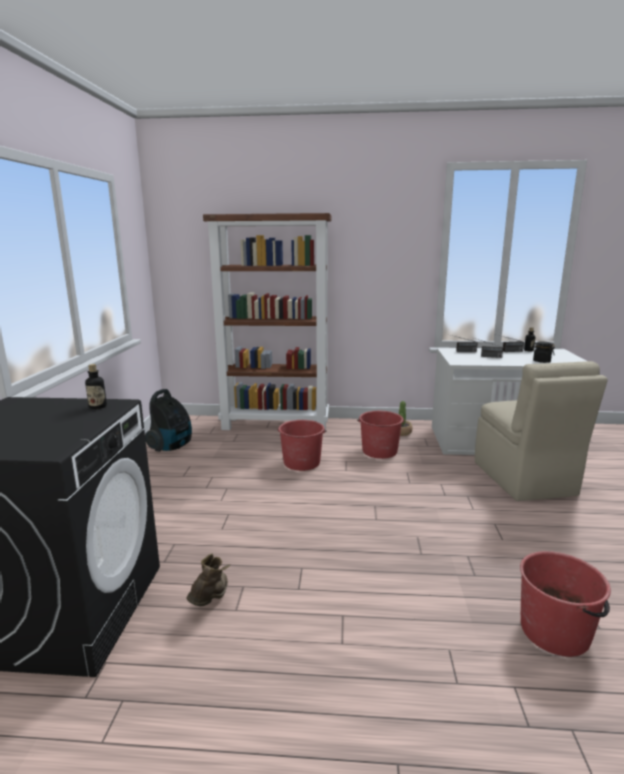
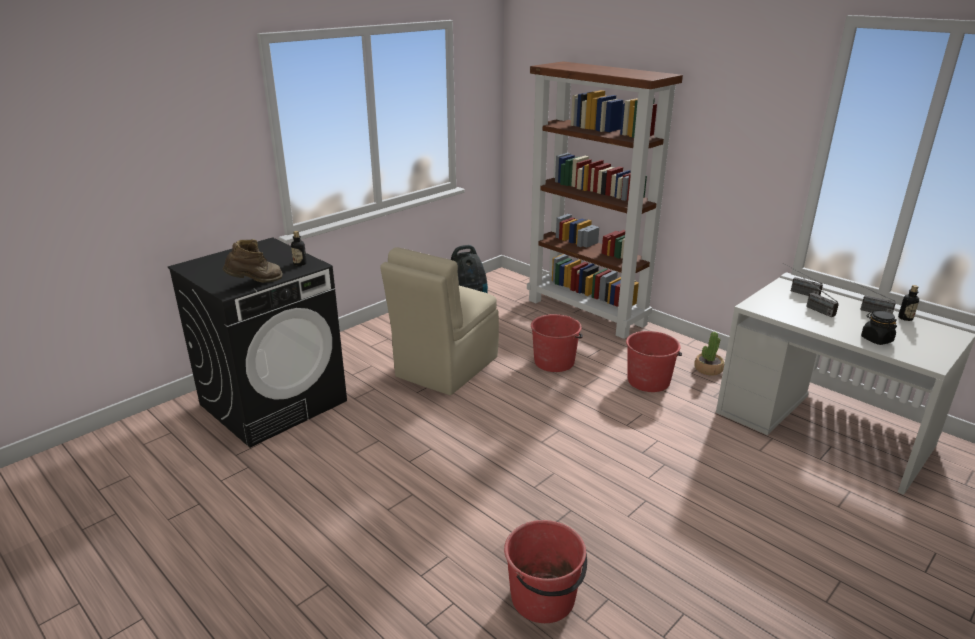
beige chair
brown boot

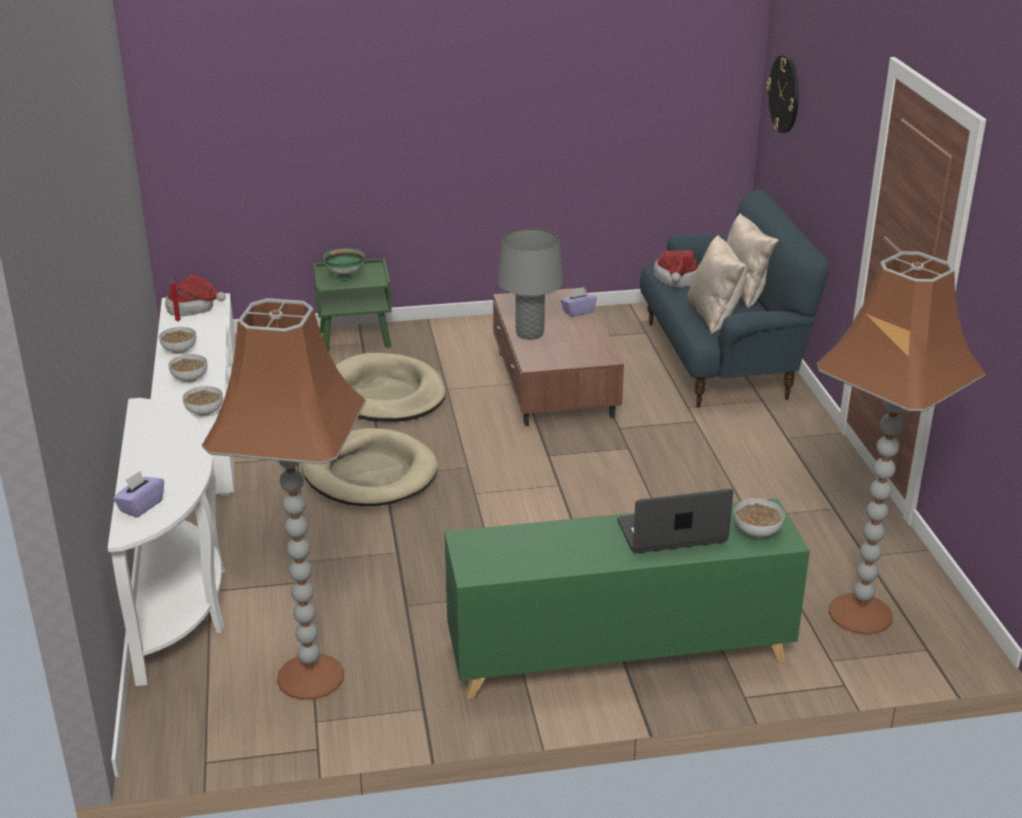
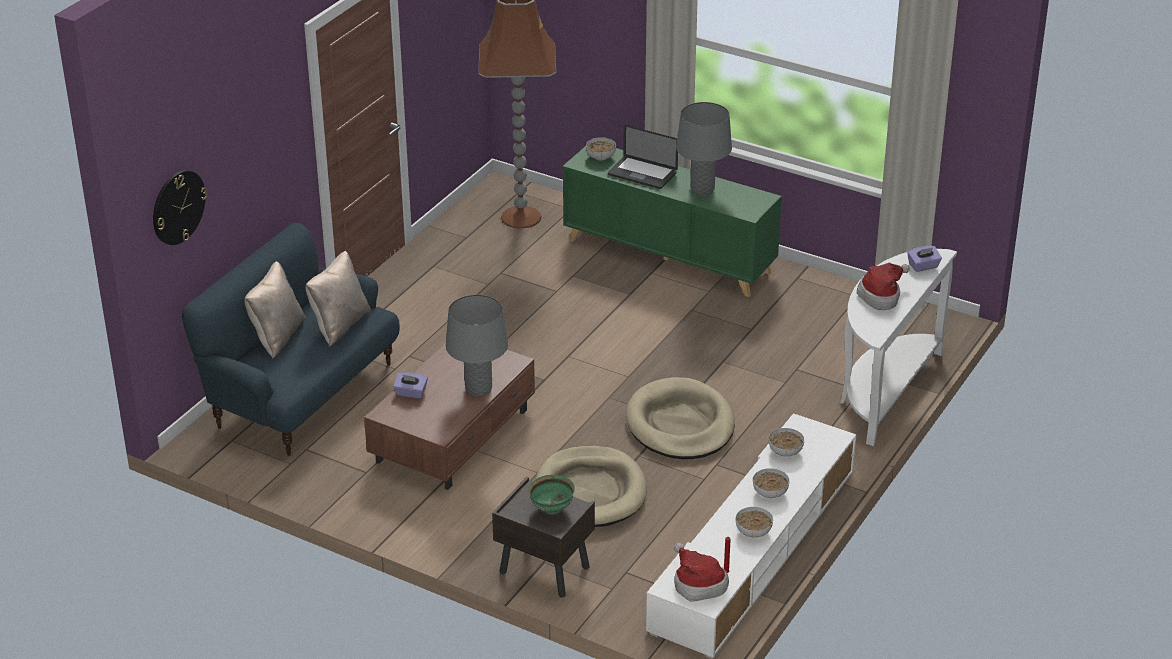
hat (2nd from left)
brown nightstand
brown floor lamp (1st from left in the first image)
grey table lamp (2nd from left)

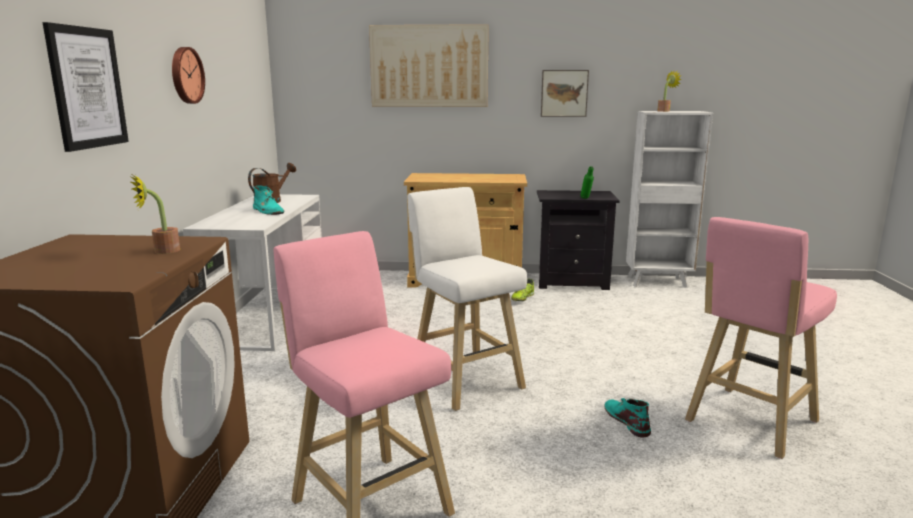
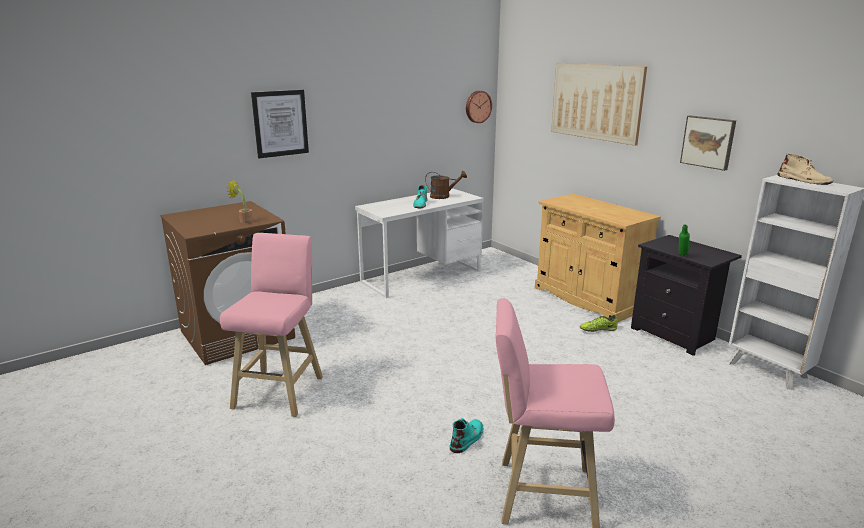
wall clock
beige boot
white stool

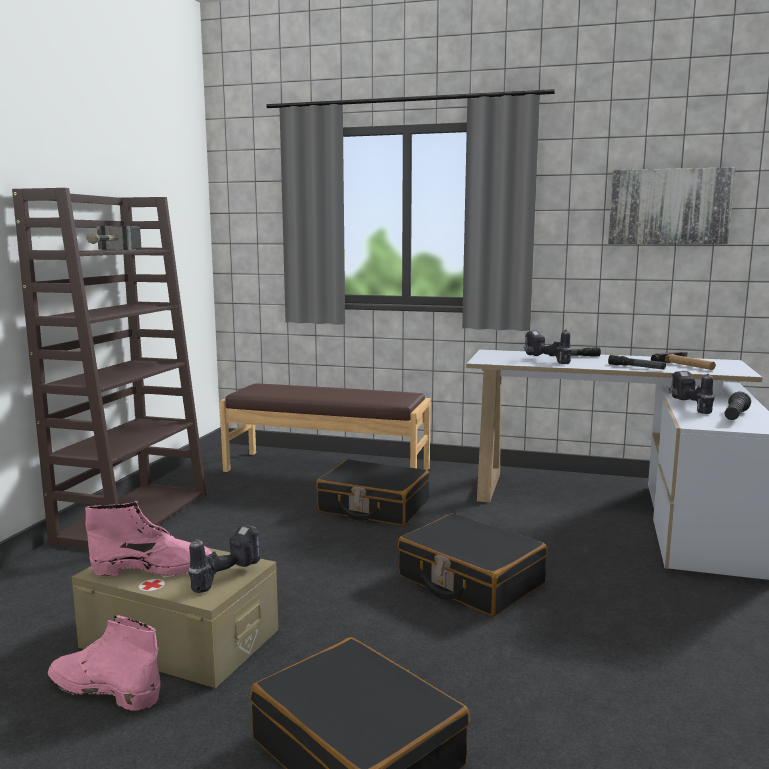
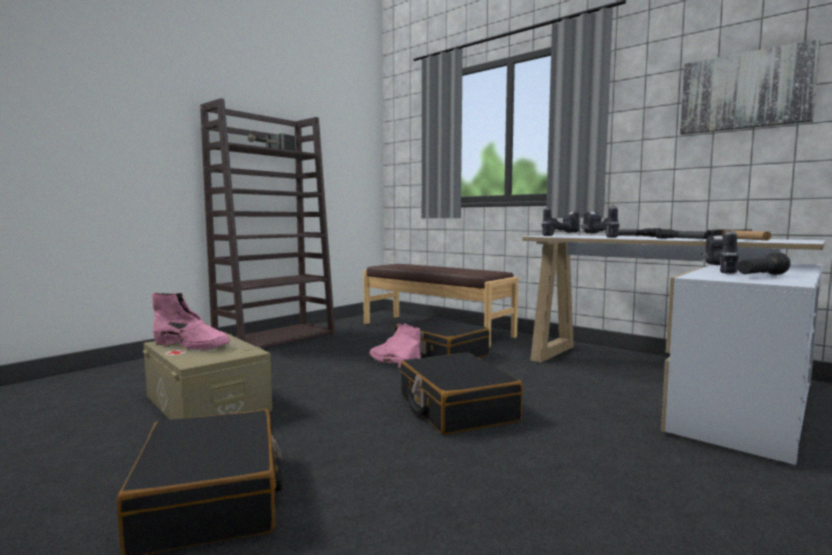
power drill (1st from left)
pink boot (2nd from left)

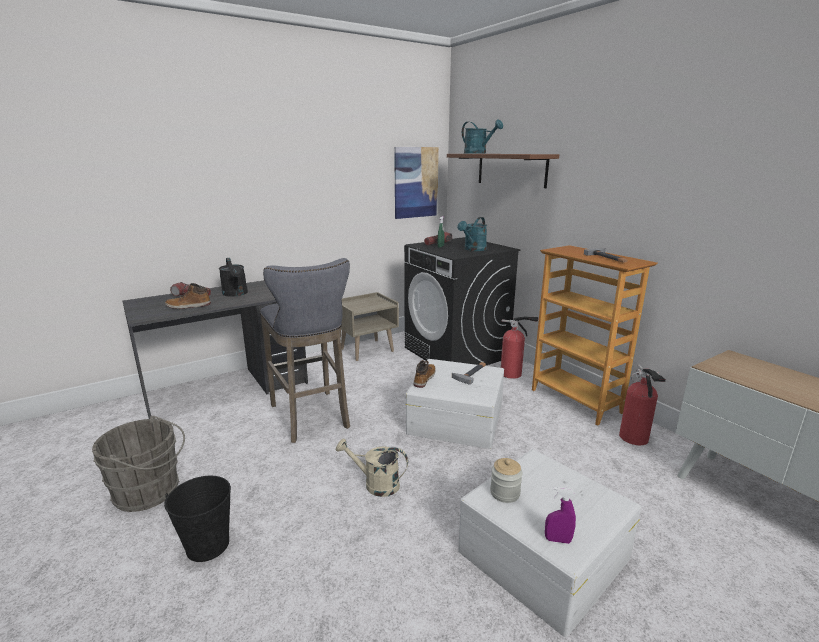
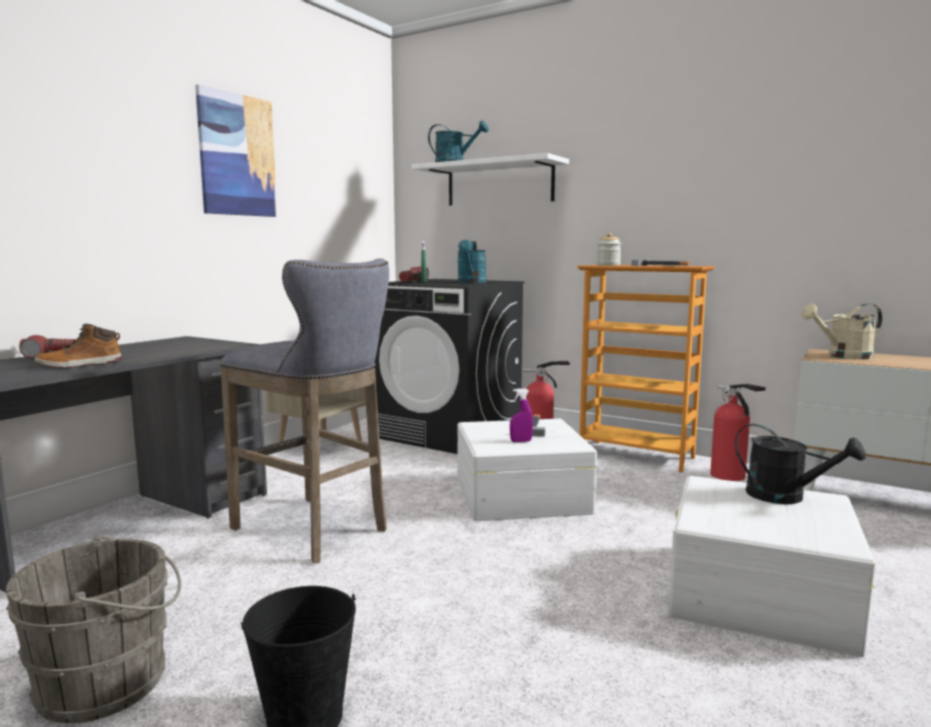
picture
white shelf
black watering can
boot (2nd from left in the first image)
beige watering can
jar
purple spray bottle

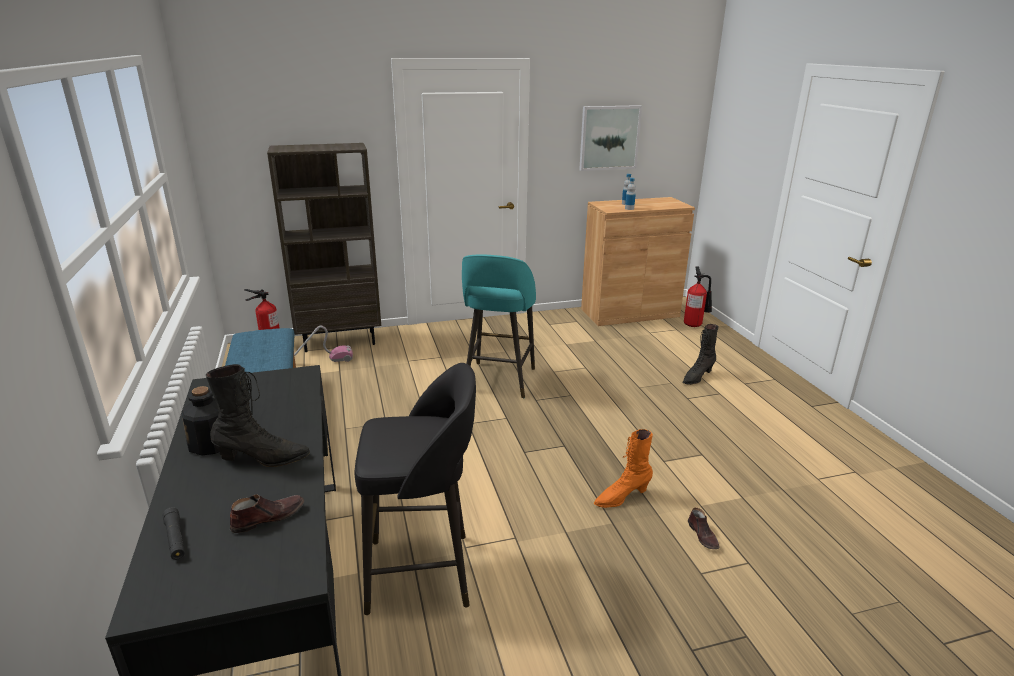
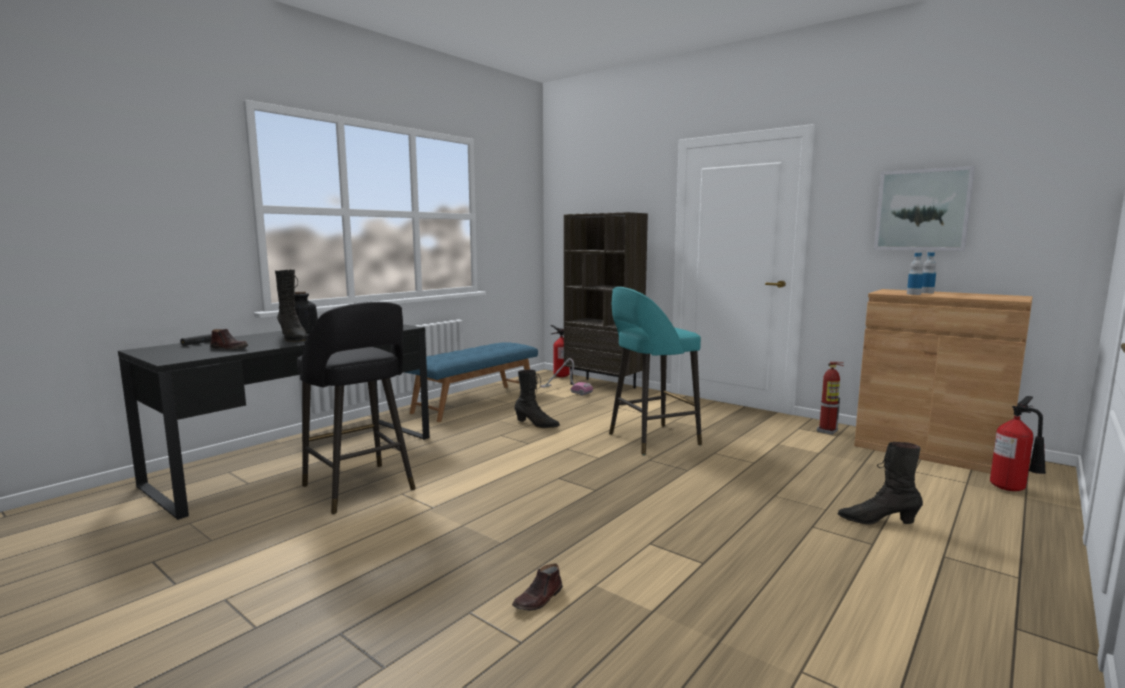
orange boot
fire extinguisher (2nd from left)
black boot (2nd from left)

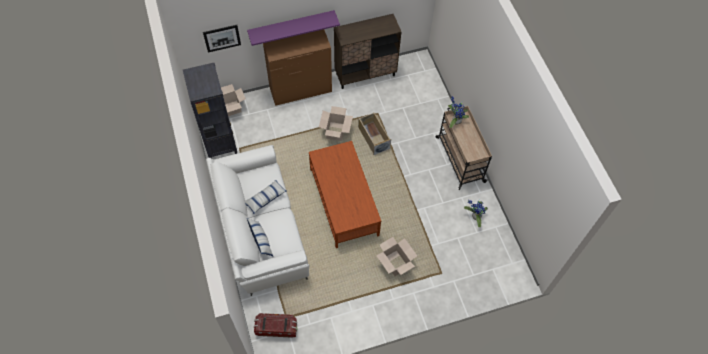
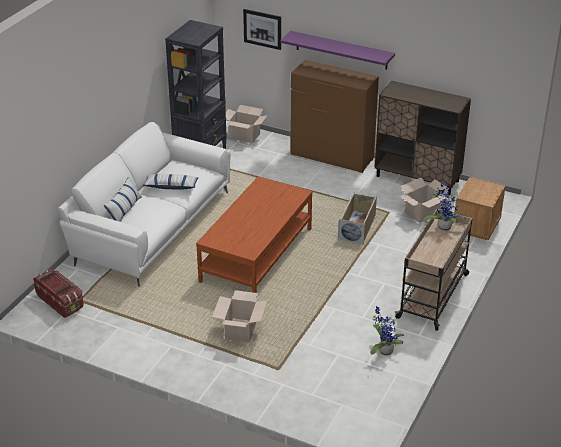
cardboard box (3rd from left)
brown nightstand

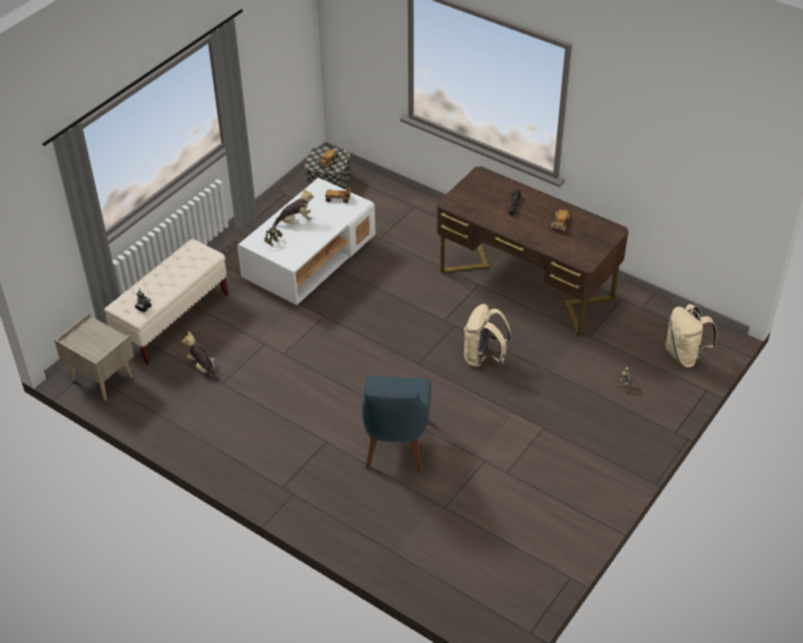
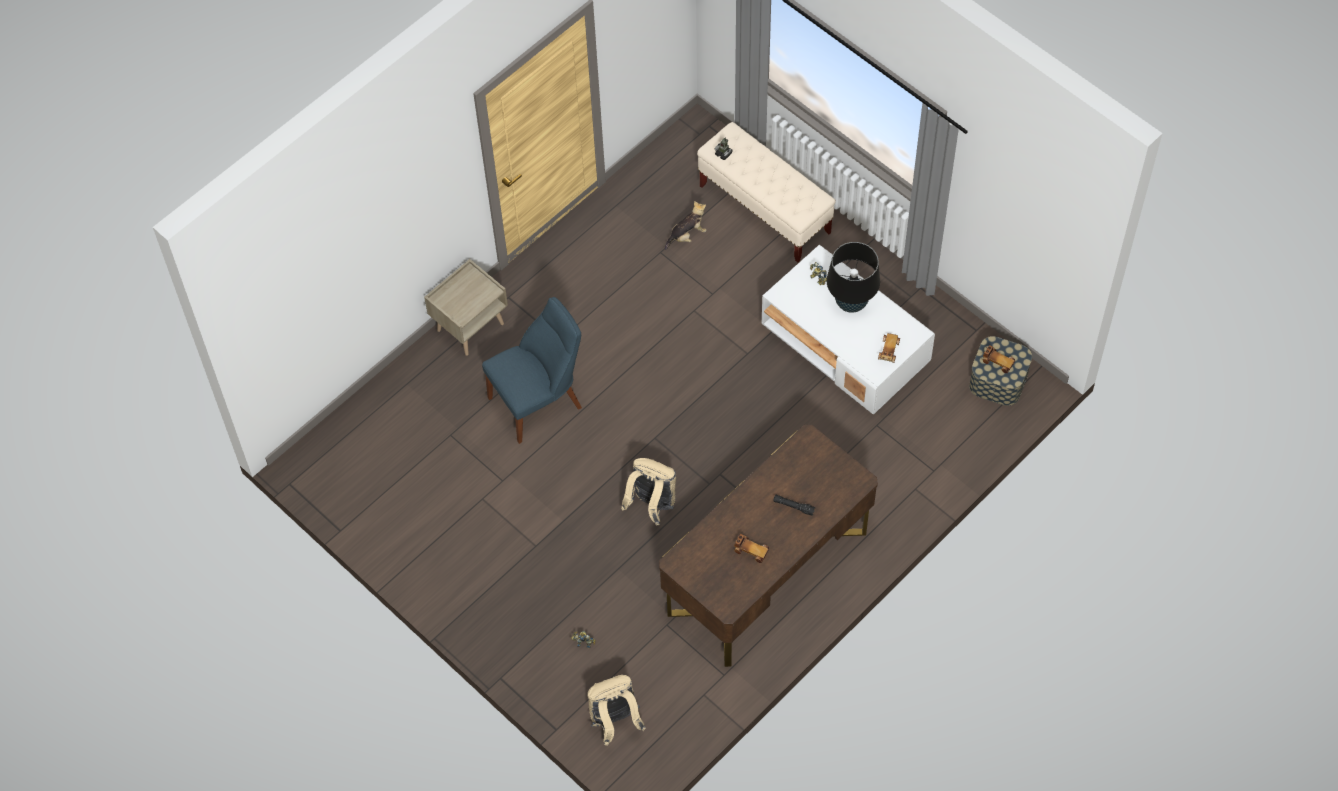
black table lamp
beige nightstand
blue chair

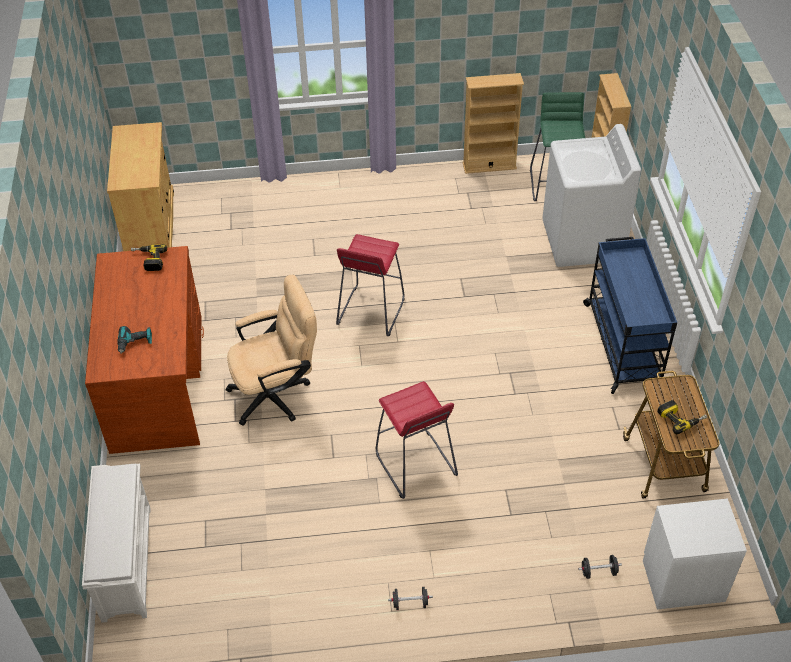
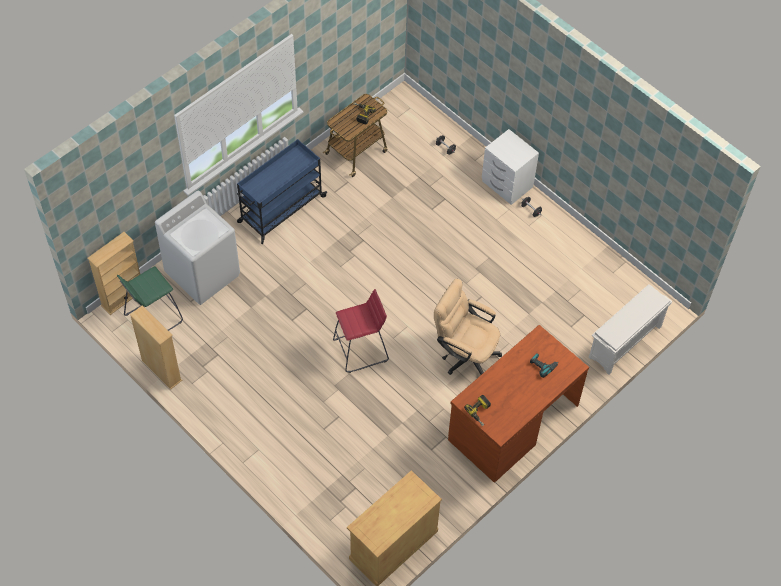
red stool (2nd from left in the first image)
white nightstand

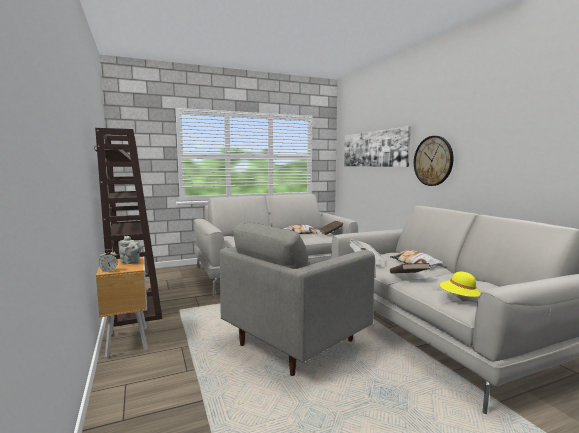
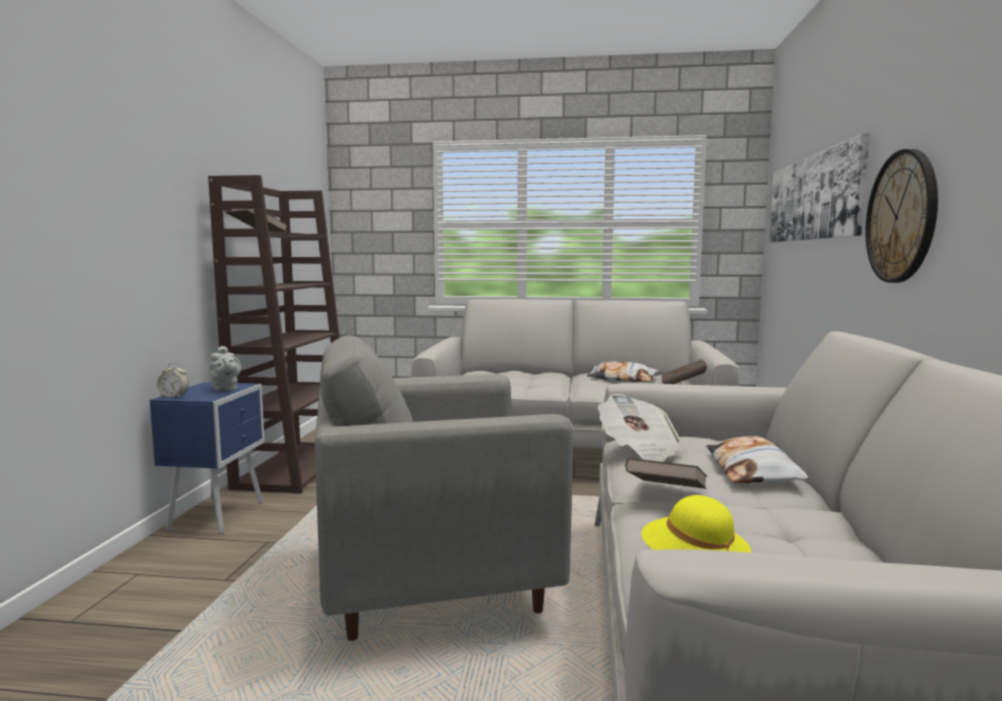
blue nightstand

